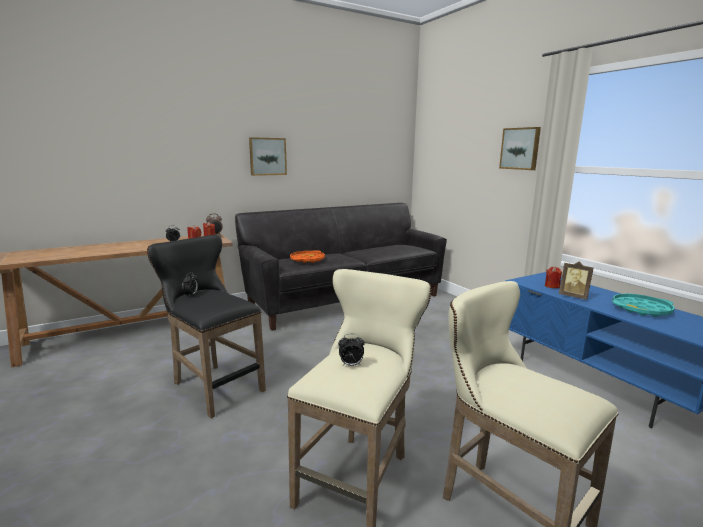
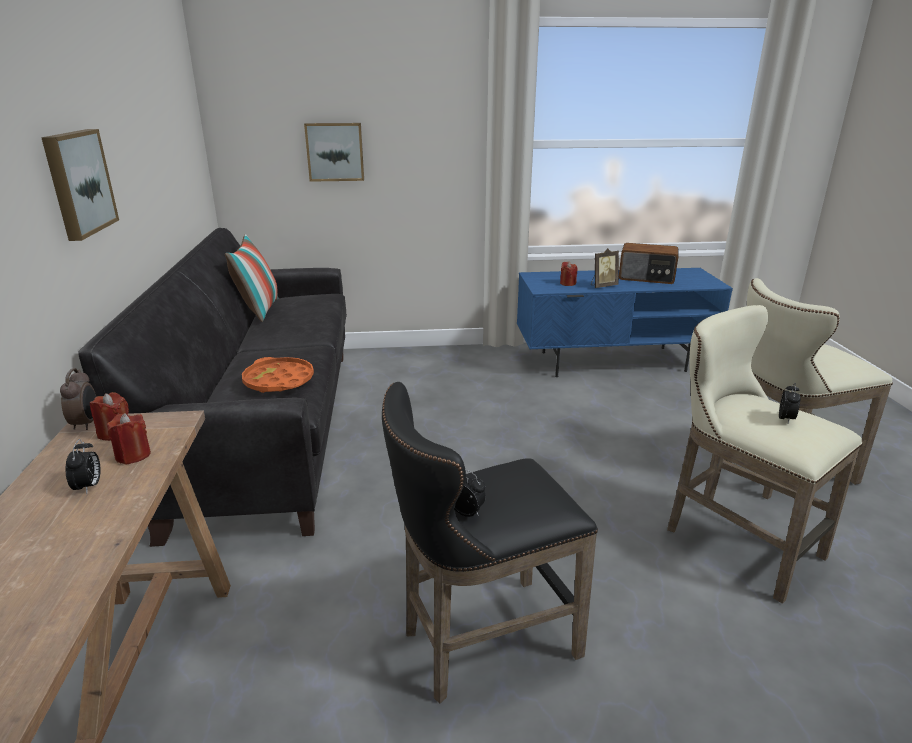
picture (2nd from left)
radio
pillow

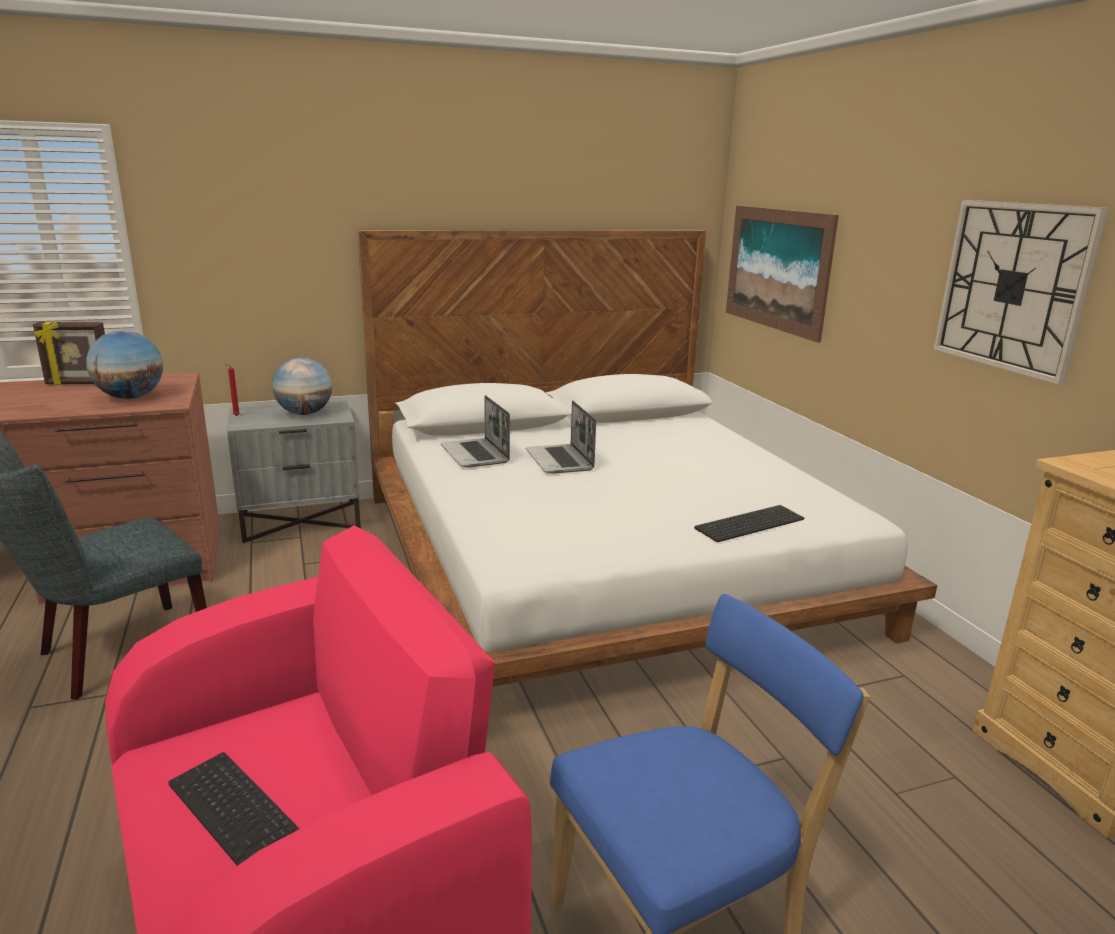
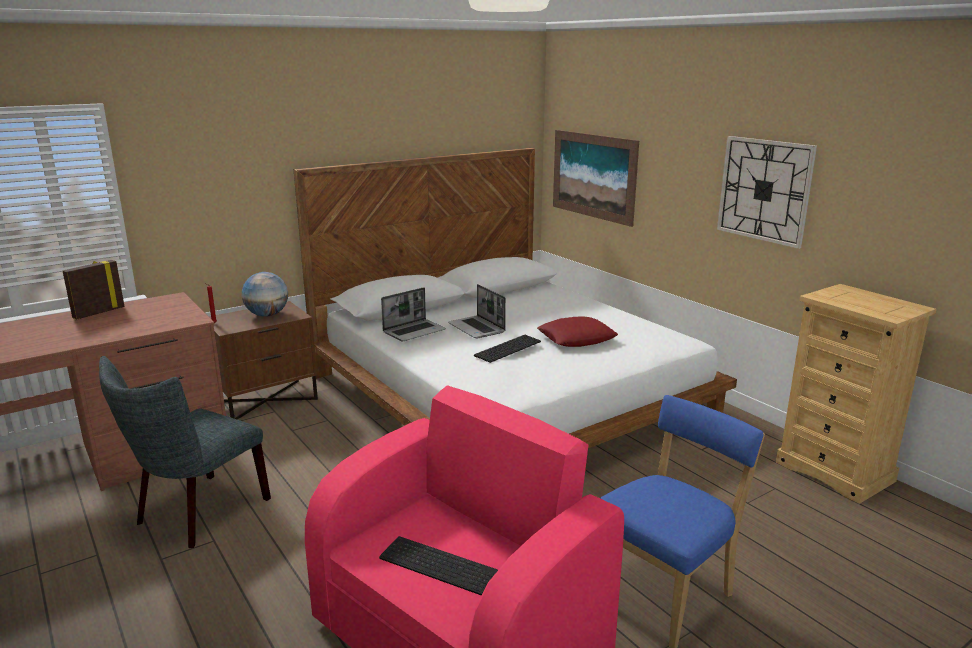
picture frame
globe (1st from left in the first image)
laptop (1st from left)
brown nightstand
keyboard (2nd from left)
red pillow

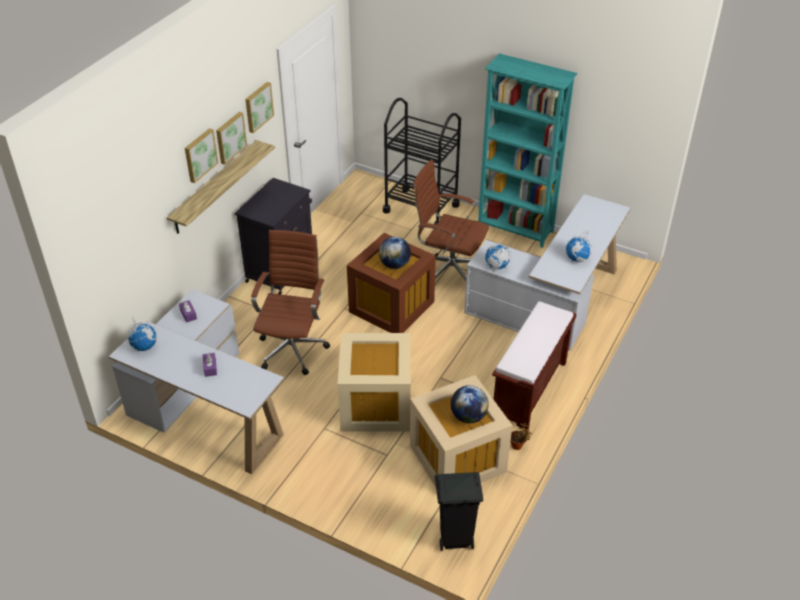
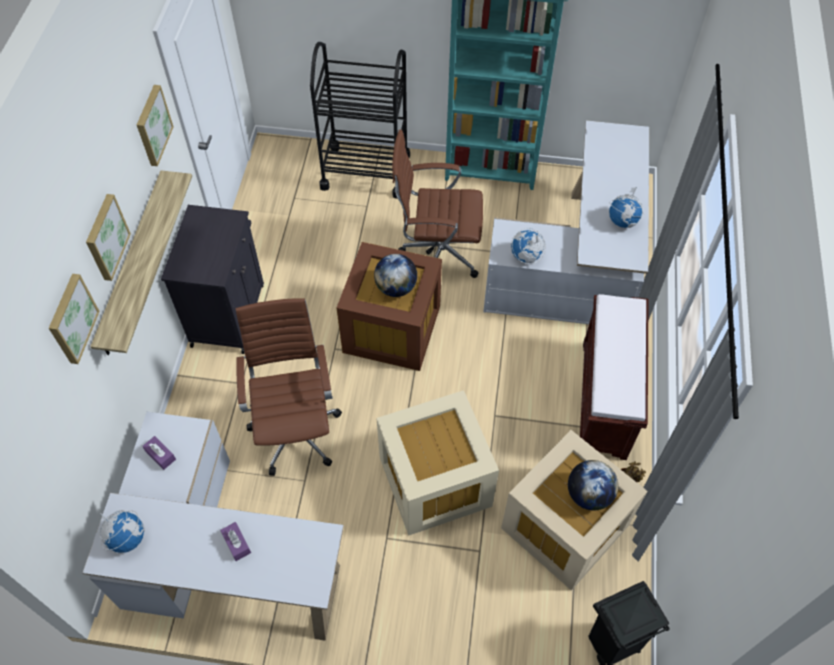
picture (1st from left)

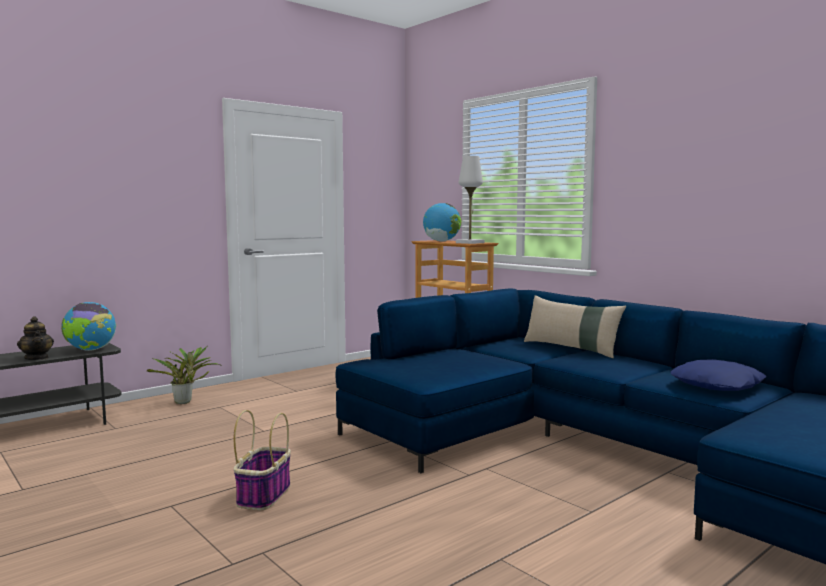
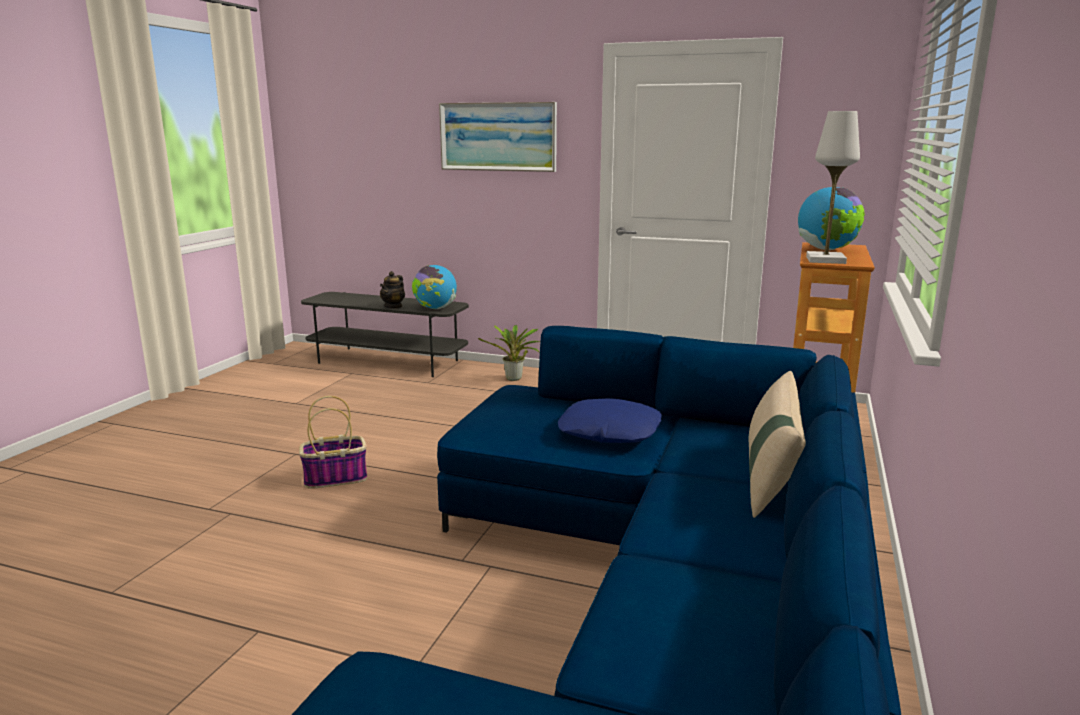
blue pillow
picture

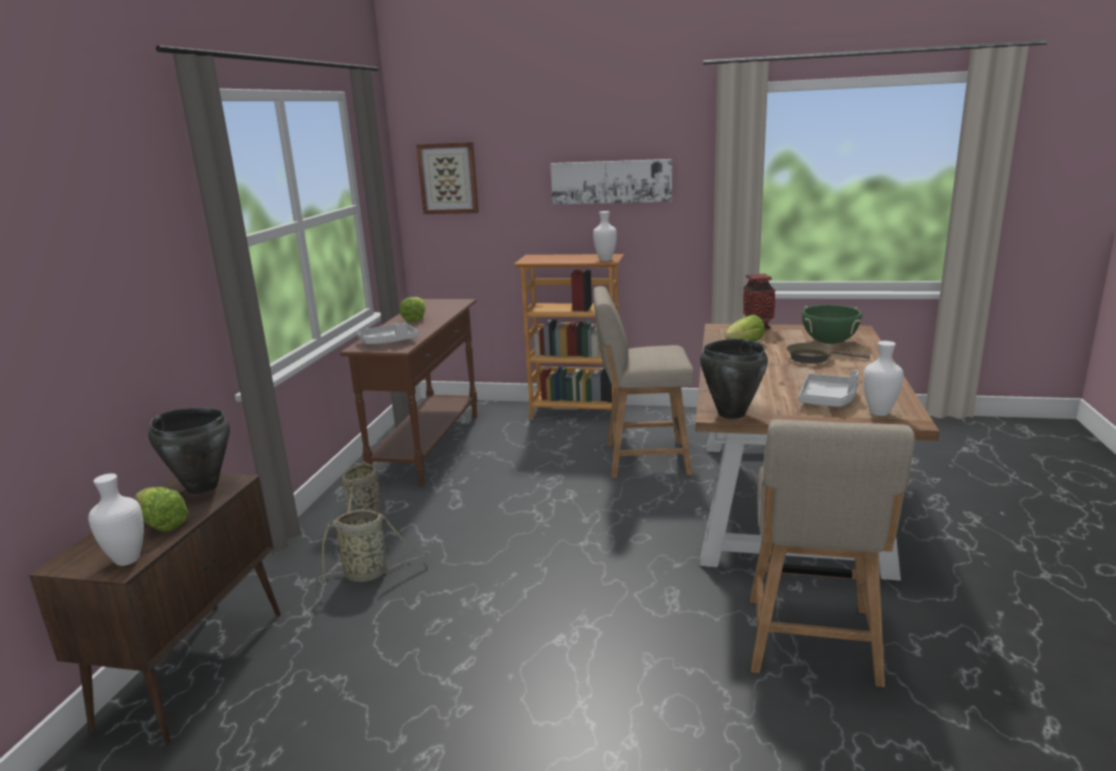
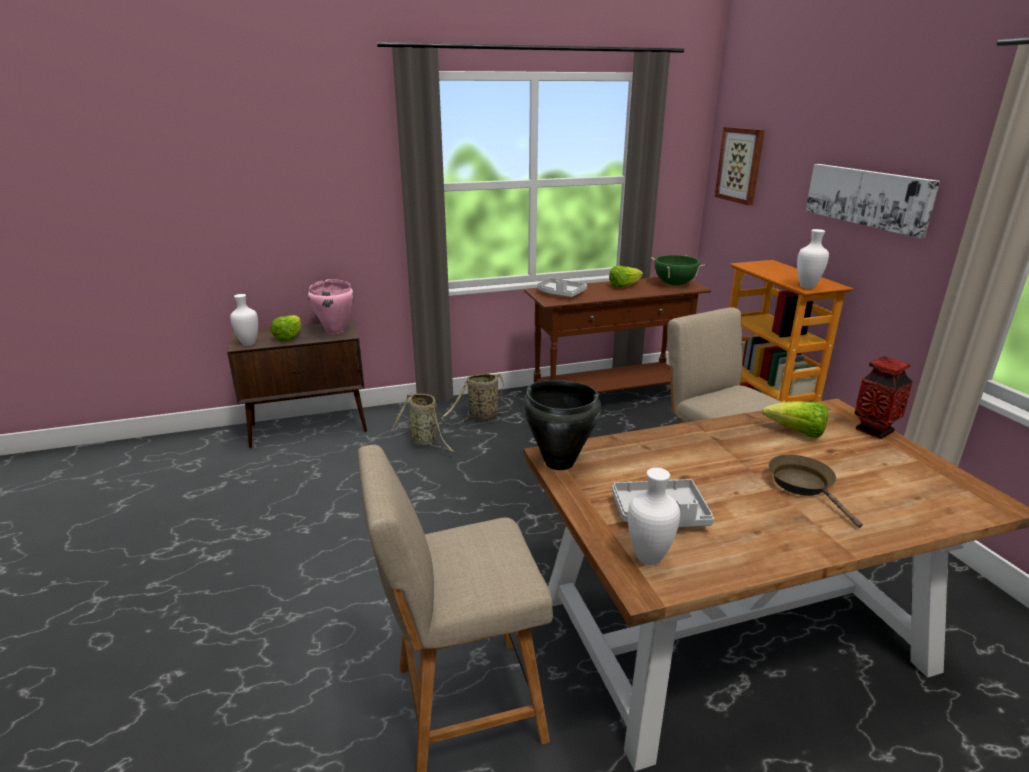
green cooking pot
pink cooking pot

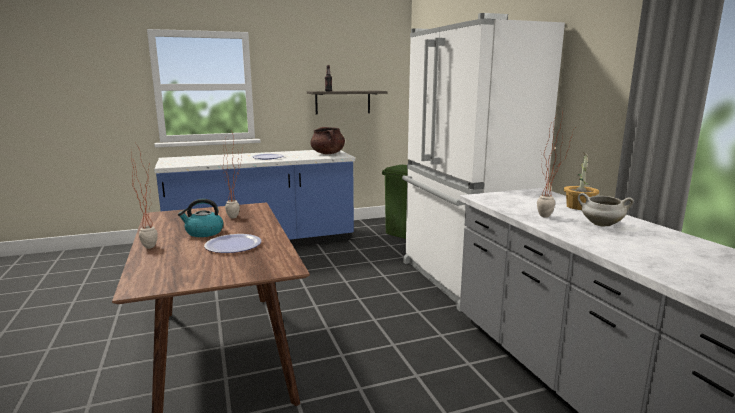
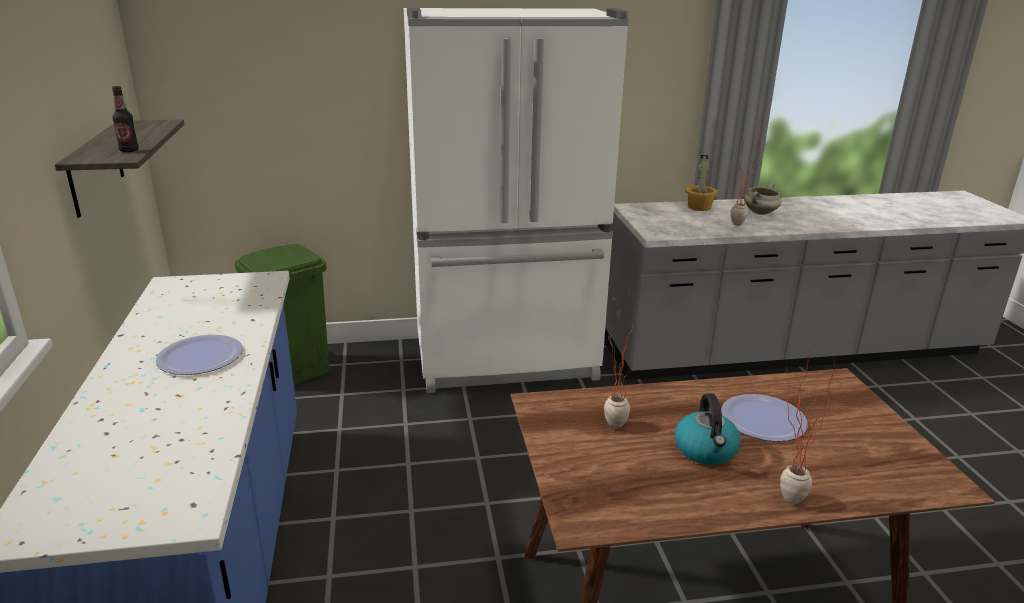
brown cooking pot

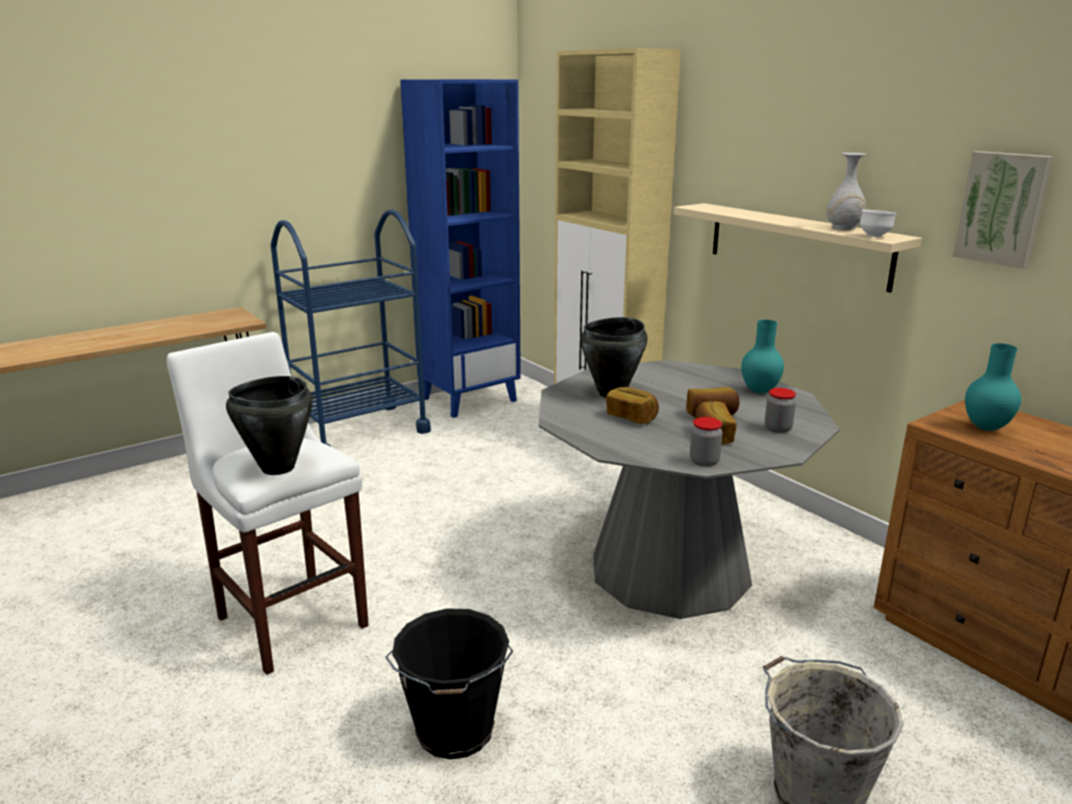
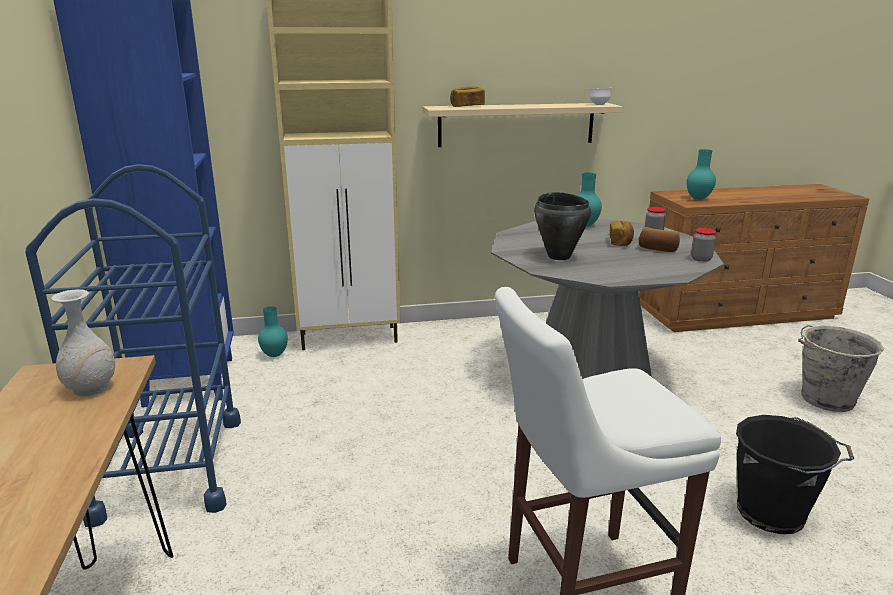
picture
white vase
black cooking pot (1st from left in the first image)
bread (1st from left)
turquoise vase (1st from left)

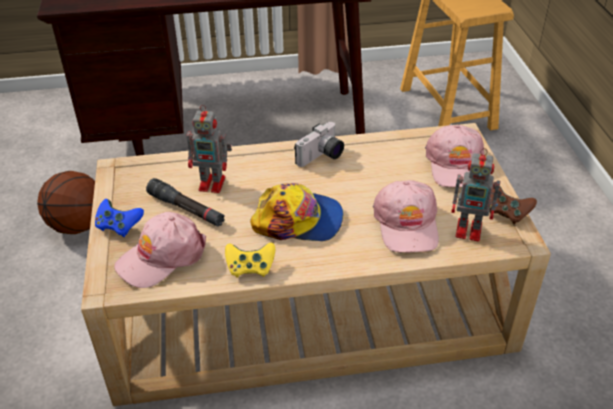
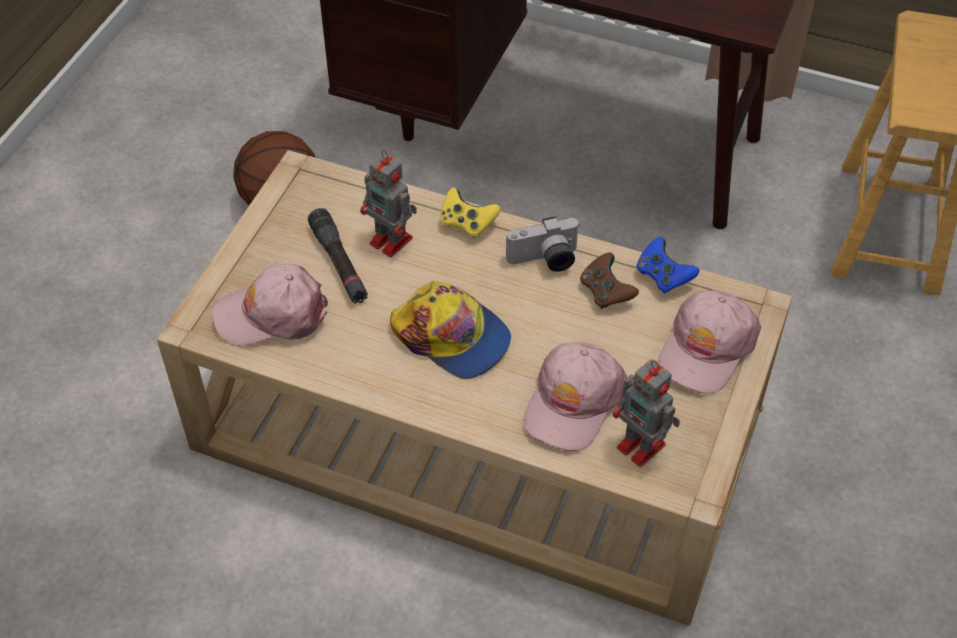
brown game controller
blue game controller
yellow game controller

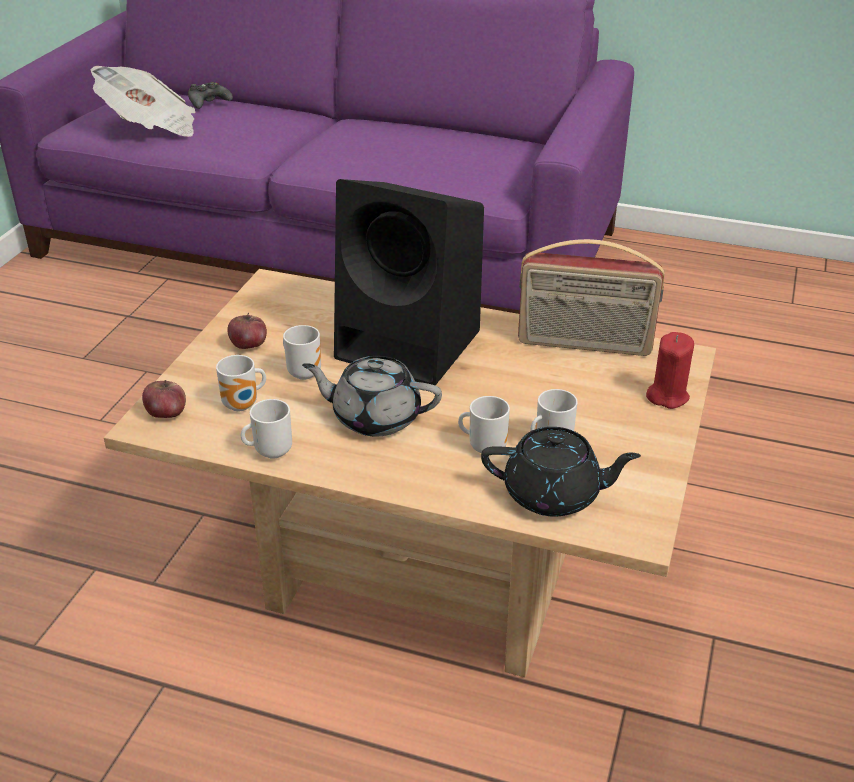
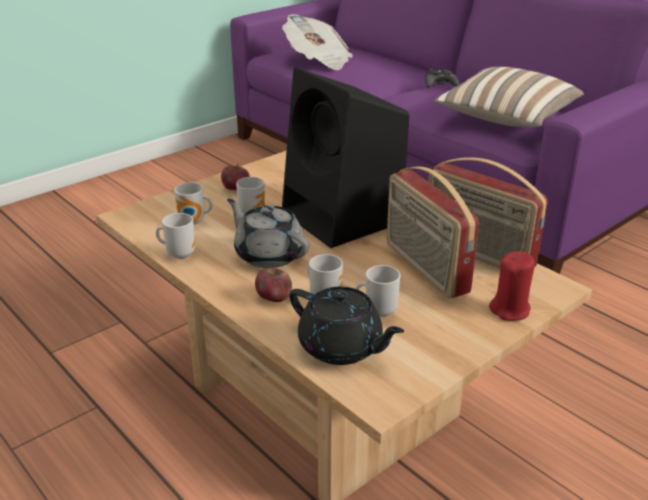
black game controller
apple (2nd from left)
pillow
radio (1st from left)

